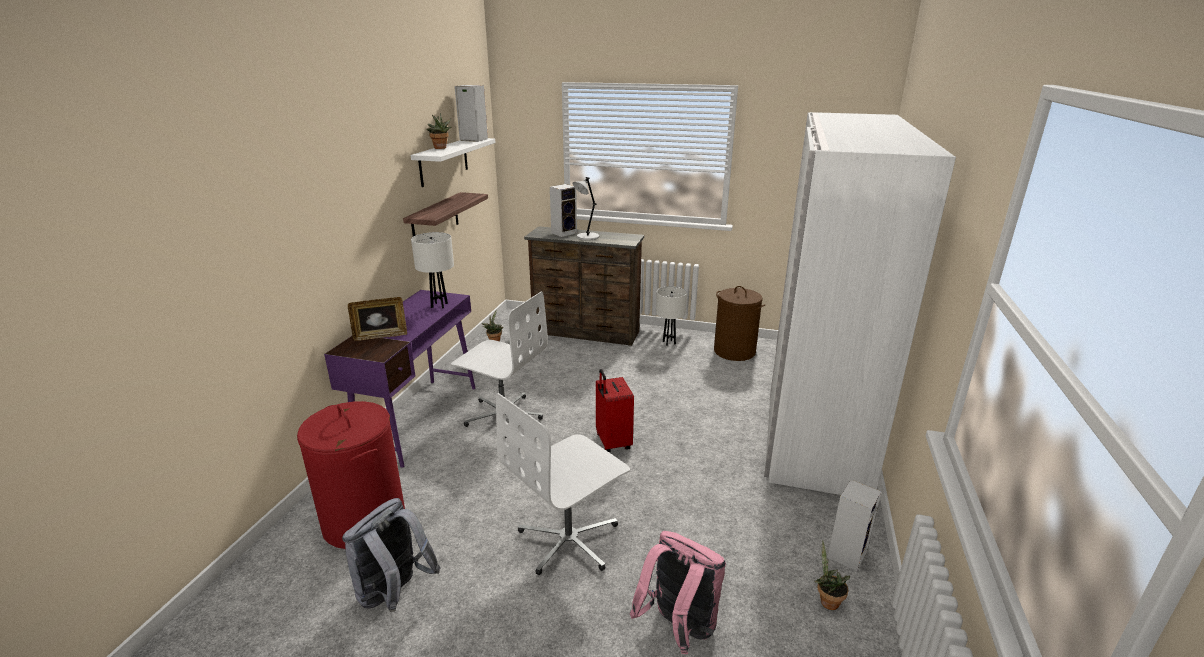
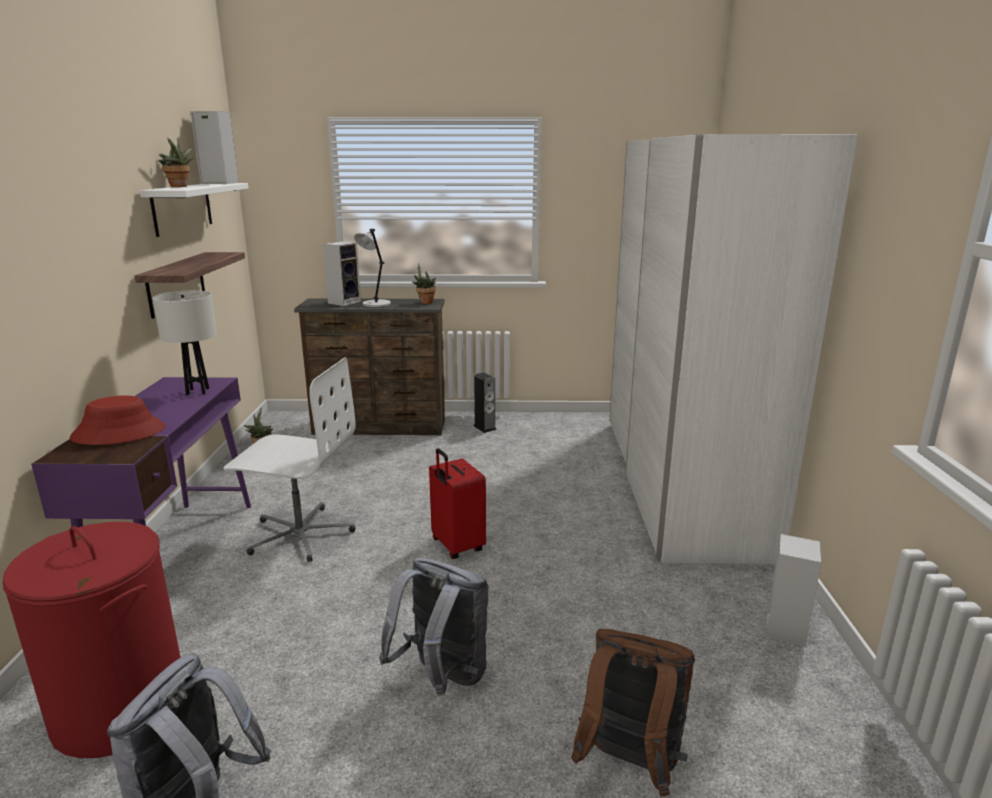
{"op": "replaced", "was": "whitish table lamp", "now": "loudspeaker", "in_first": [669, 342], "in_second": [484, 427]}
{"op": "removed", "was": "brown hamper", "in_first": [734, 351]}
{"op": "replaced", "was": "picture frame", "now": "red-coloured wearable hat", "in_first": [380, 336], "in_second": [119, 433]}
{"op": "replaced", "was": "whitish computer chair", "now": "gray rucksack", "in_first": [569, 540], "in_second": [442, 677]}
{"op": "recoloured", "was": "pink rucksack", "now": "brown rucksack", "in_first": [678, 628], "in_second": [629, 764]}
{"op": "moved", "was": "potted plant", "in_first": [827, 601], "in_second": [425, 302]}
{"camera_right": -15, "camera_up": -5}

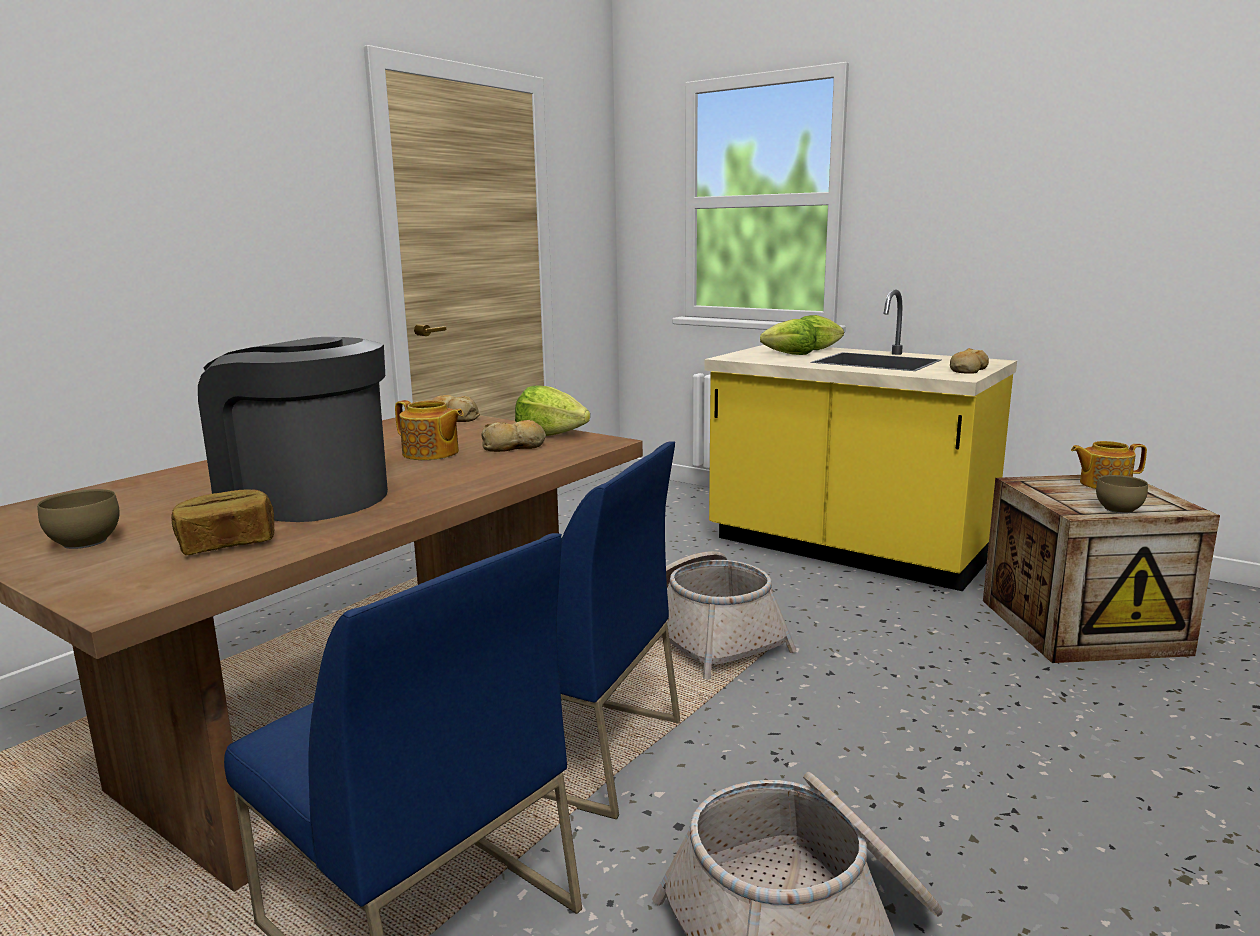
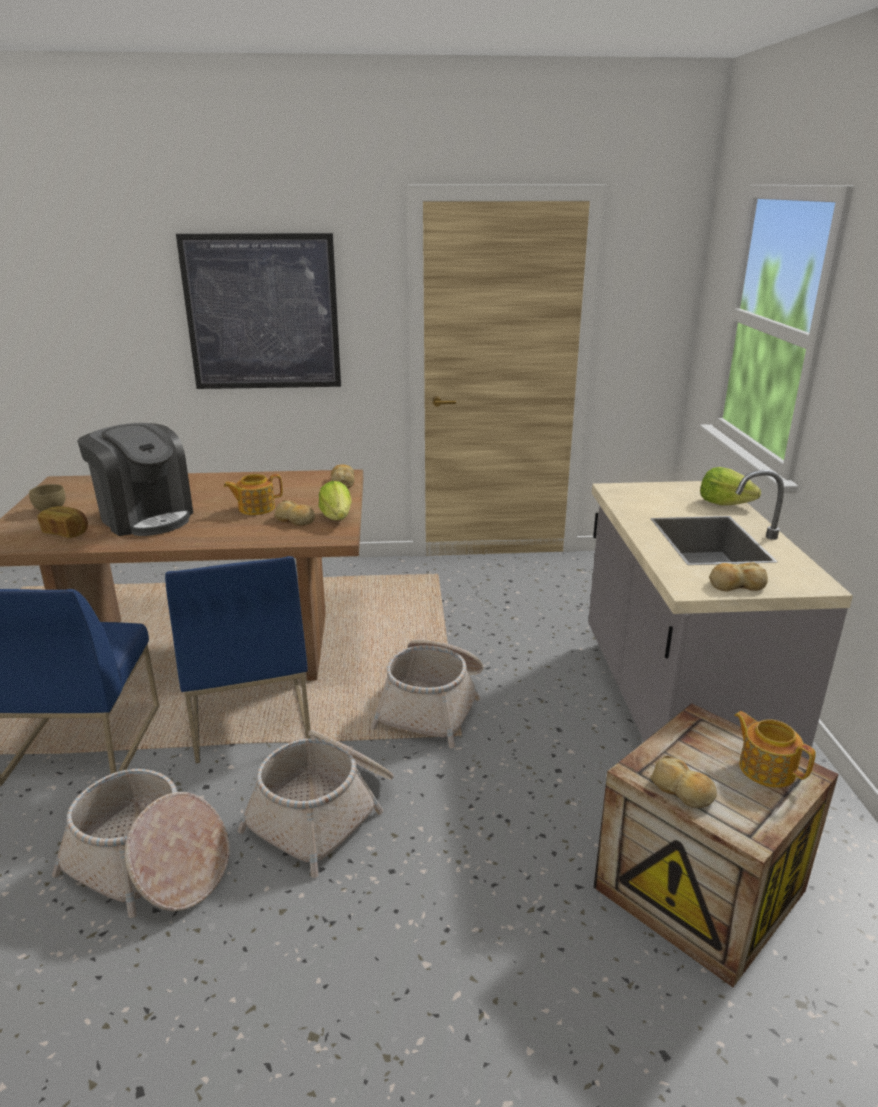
{"op": "recoloured", "was": "yellow counter", "now": "gray counter", "in_first": [846, 550], "in_second": [674, 704]}
{"op": "removed", "was": "head of lettuce", "in_first": [790, 354]}
{"op": "turned", "was": "coffee machine", "in_first": [304, 498], "in_second": [145, 517], "clockwise": 150}
{"op": "turned", "was": "tea pot", "in_first": [431, 453], "in_second": [255, 508], "clockwise": 75}
{"op": "replaced", "was": "brown deep dish", "now": "baked bread", "in_first": [1116, 509], "in_second": [682, 791]}
{"op": "added", "now": "picture", "in_second": [262, 313]}
{"op": "added", "now": "household basket", "in_second": [325, 811]}
{"camera_right": 50, "camera_up": 10}

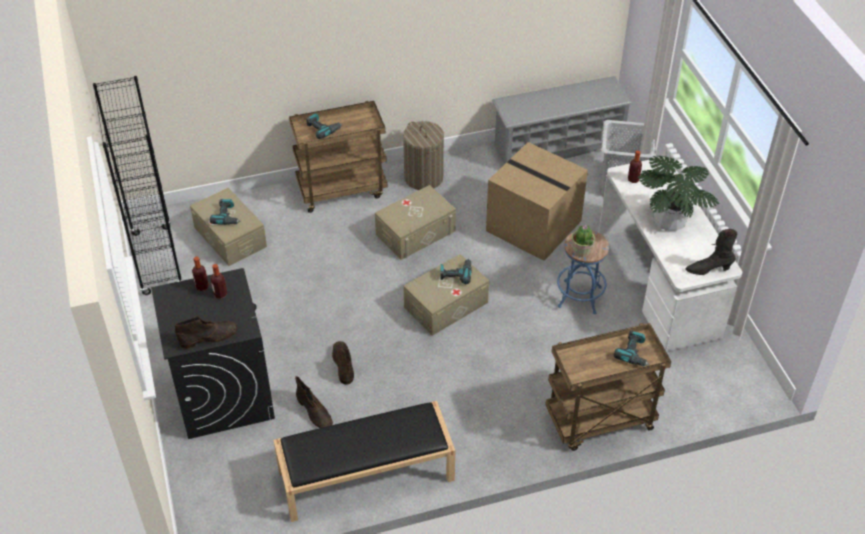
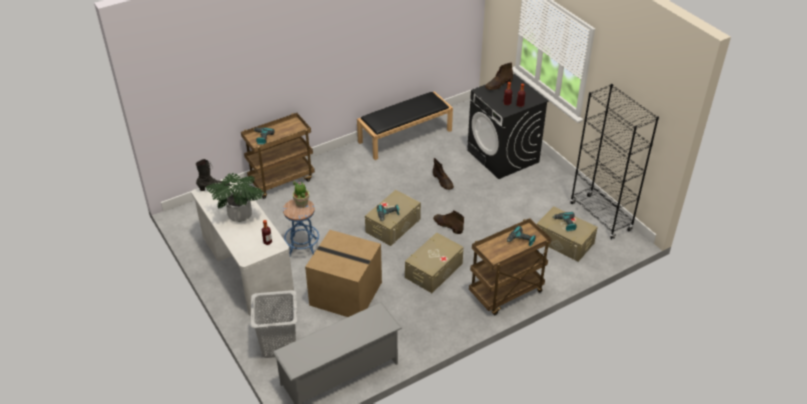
{"op": "removed", "was": "hamper", "in_first": [423, 178]}
{"op": "moved", "was": "brown tall boot", "in_first": [315, 412], "in_second": [447, 225]}
{"camera_right": 165, "camera_up": -5}

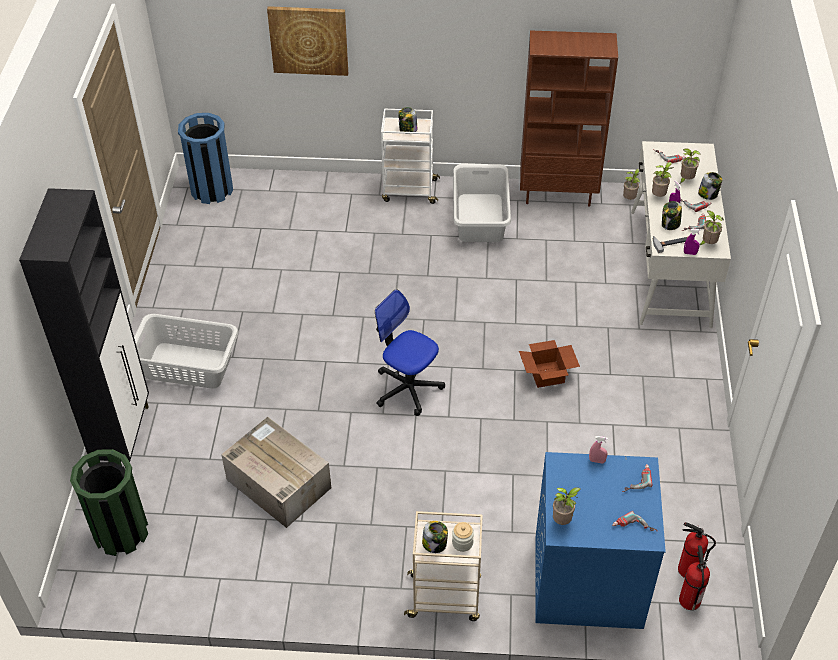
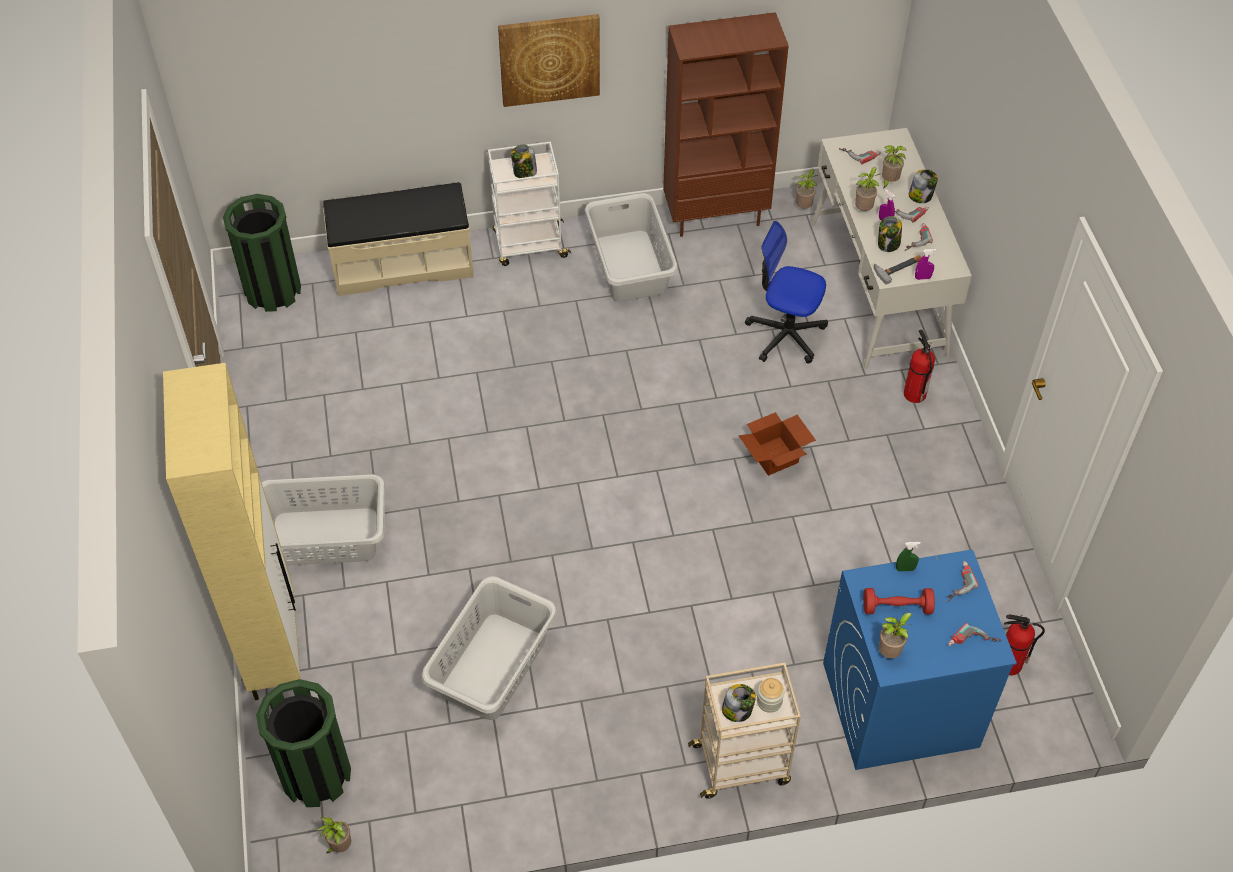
{"op": "moved", "was": "picture", "in_first": [308, 40], "in_second": [549, 59]}
{"op": "recoloured", "was": "bluish rubbish bin", "now": "green-coloured rubbish bin", "in_first": [212, 189], "in_second": [272, 290]}
{"op": "recoloured", "was": "black-coloured storage cabinet", "now": "beige storage cabinet", "in_first": [123, 436], "in_second": [274, 648]}
{"op": "moved", "was": "potted plant", "in_first": [708, 244], "in_second": [339, 846]}
{"op": "moved", "was": "computer chair", "in_first": [408, 388], "in_second": [785, 334]}
{"op": "replaced", "was": "cardboard box", "now": "gray hamper", "in_first": [277, 483], "in_second": [491, 666]}
{"op": "recoloured", "was": "pink sprayer", "now": "green-coloured sprayer", "in_first": [597, 461], "in_second": [905, 569]}
{"op": "moved", "was": "fire extinguisher", "in_first": [689, 599], "in_second": [914, 393]}
{"op": "added", "now": "beige long seat", "in_second": [402, 264]}
{"op": "added", "now": "red-coloured free weight", "in_second": [896, 607]}
{"camera_right": -15, "camera_up": 5}

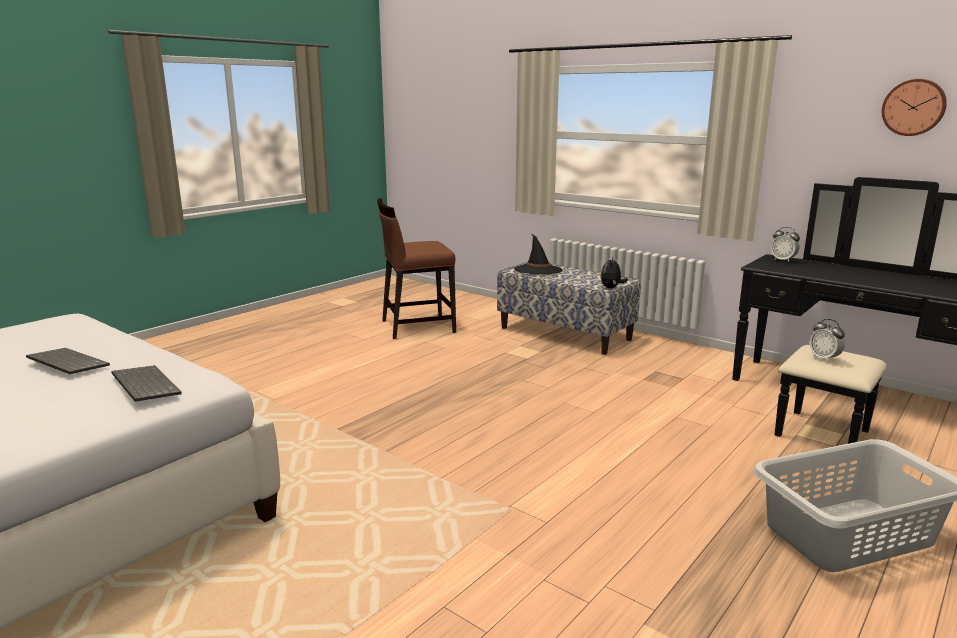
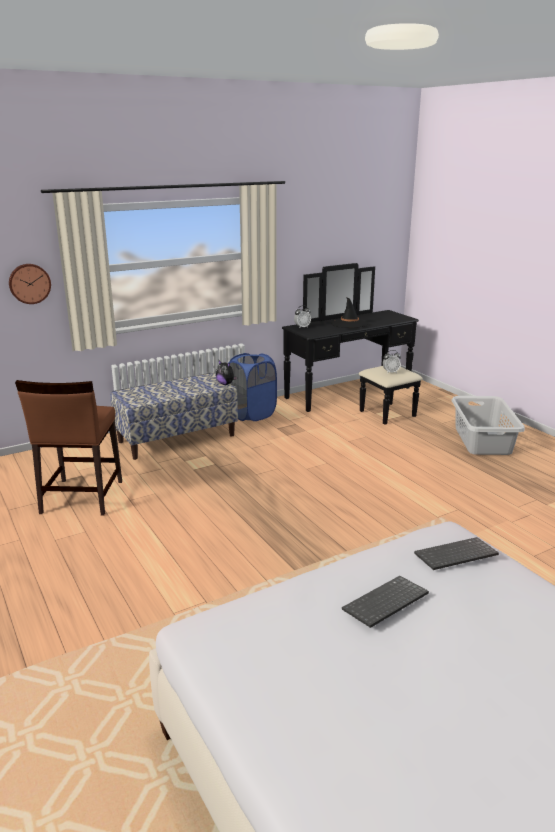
{"op": "moved", "was": "wall clock", "in_first": [913, 107], "in_second": [29, 283]}
{"op": "moved", "was": "black-coloured wearable hat", "in_first": [538, 270], "in_second": [349, 324]}
{"op": "added", "now": "bluish hamper", "in_second": [252, 414]}
{"camera_right": -70, "camera_up": 5}

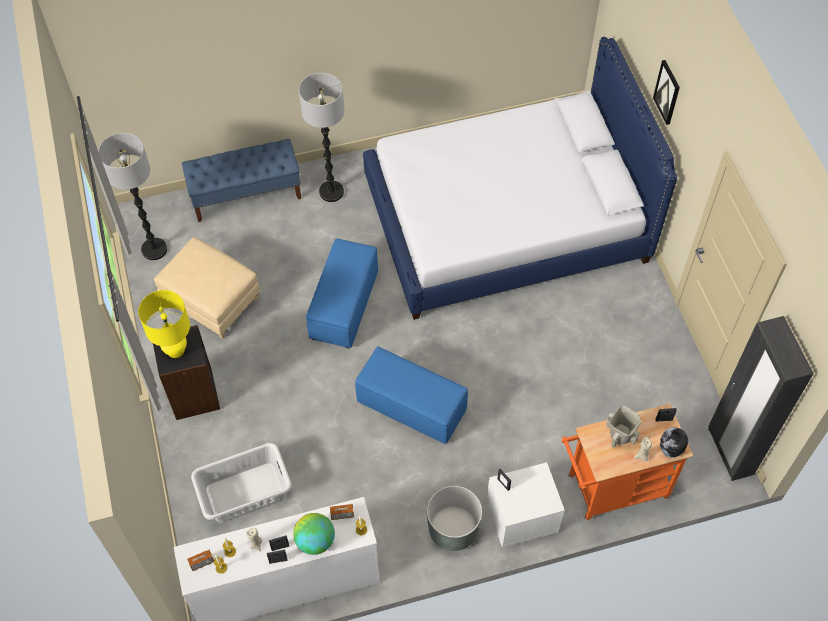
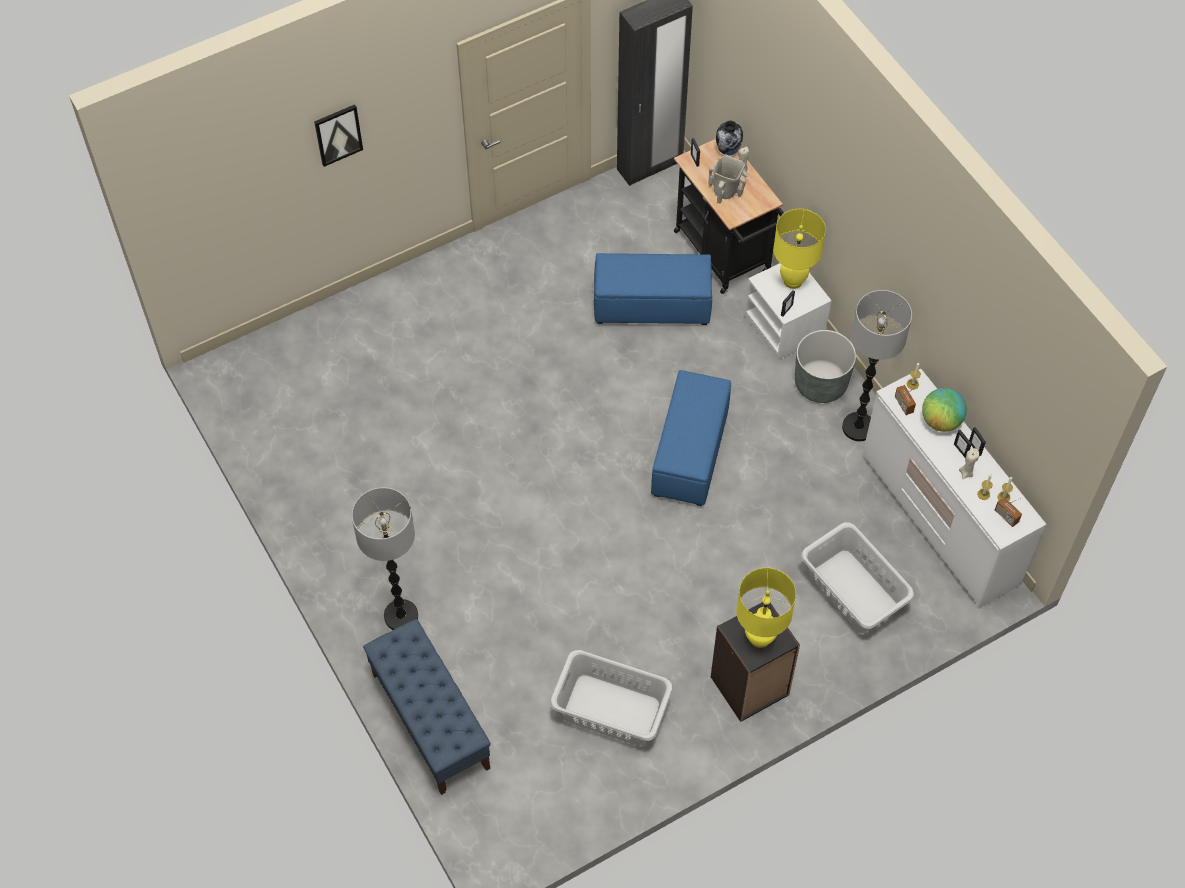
{"op": "removed", "was": "bedroom bed", "in_first": [506, 221]}
{"op": "moved", "was": "standing lamp", "in_first": [154, 249], "in_second": [858, 427]}
{"op": "replaced", "was": "beige footrest", "now": "gray hamper", "in_first": [210, 301], "in_second": [611, 711]}
{"op": "moved", "was": "bluish footrest", "in_first": [344, 305], "in_second": [651, 305]}
{"op": "recoloured", "was": "orange trolley", "now": "black-coloured trolley", "in_first": [611, 489], "in_second": [726, 256]}
{"op": "added", "now": "yellow table lamp", "in_second": [793, 281]}
{"camera_right": -105, "camera_up": 0}

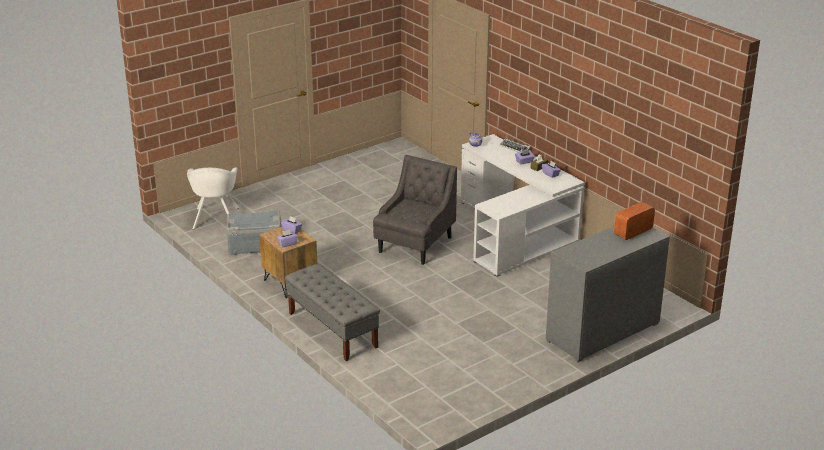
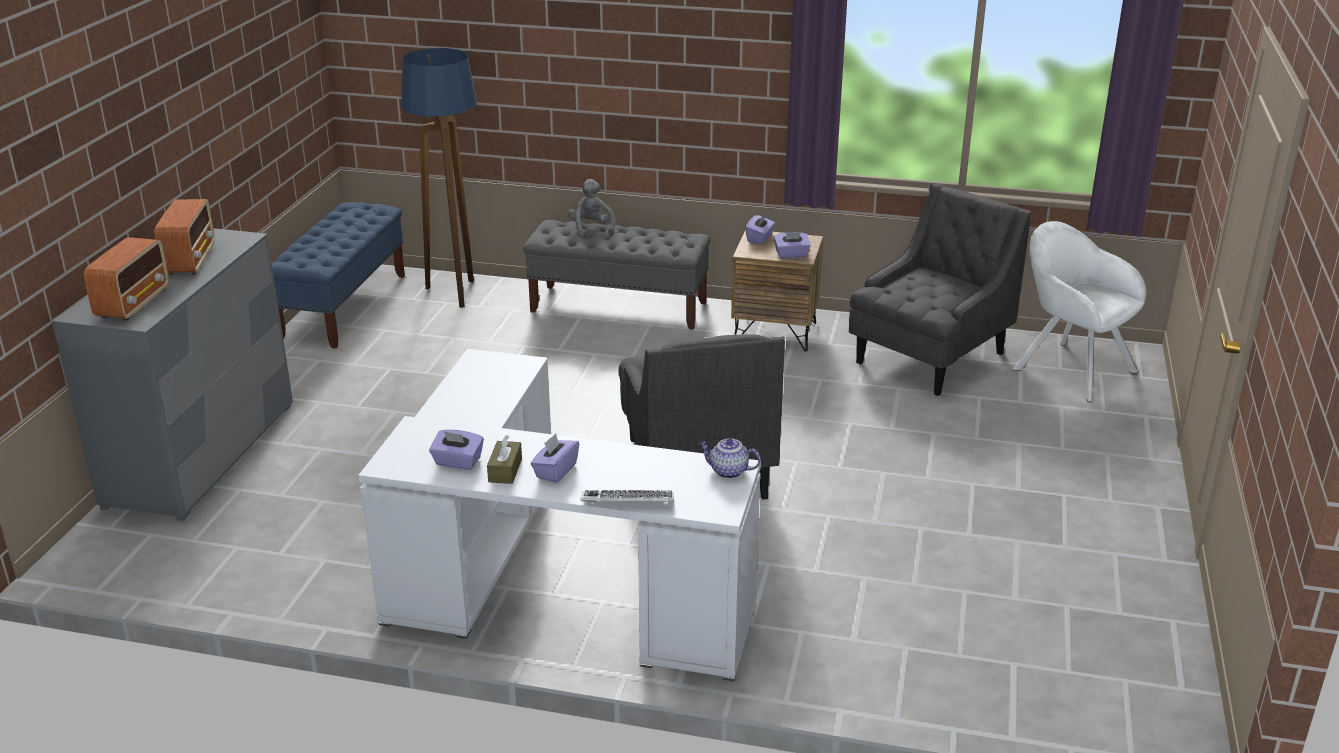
{"op": "replaced", "was": "gray storage box", "now": "gray armchair", "in_first": [255, 245], "in_second": [929, 359]}
{"op": "added", "now": "standing lamp", "in_second": [455, 294]}
{"op": "added", "now": "gray cuddly toy", "in_second": [591, 229]}
{"op": "added", "now": "radio receiver", "in_second": [190, 260]}
{"op": "added", "now": "bluish long seat", "in_second": [343, 307]}
{"camera_right": 140, "camera_up": 0}

